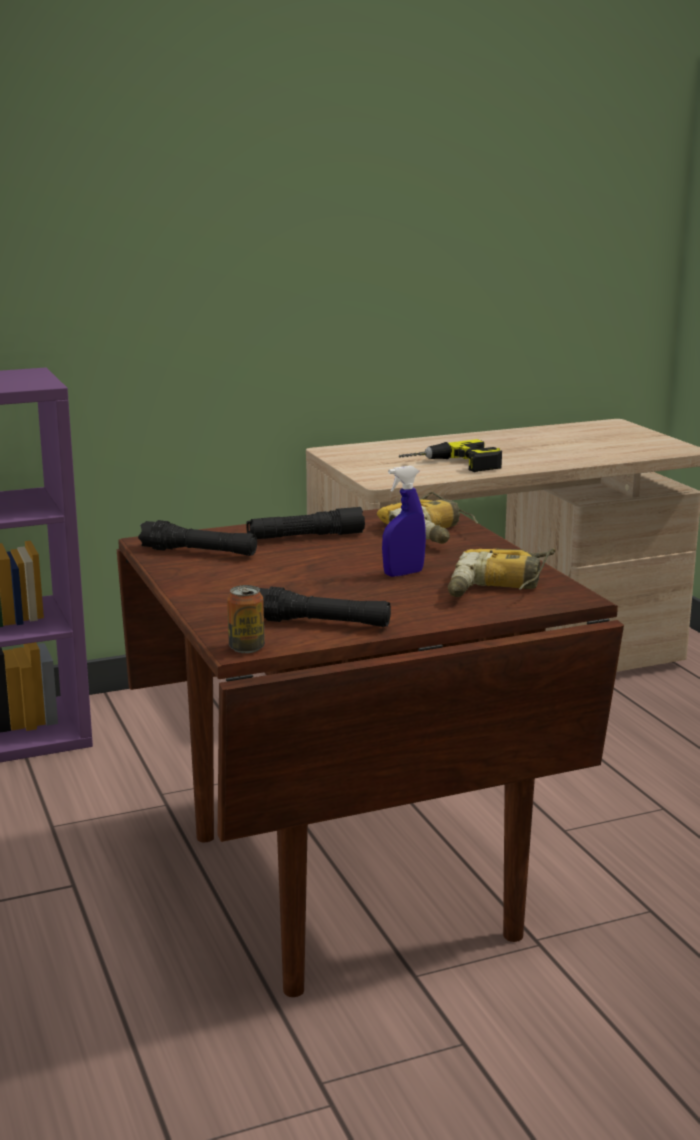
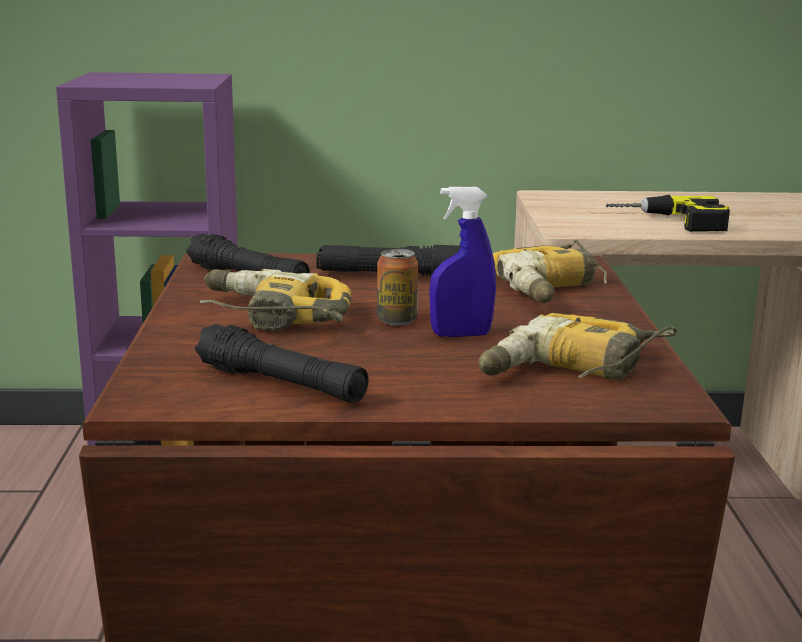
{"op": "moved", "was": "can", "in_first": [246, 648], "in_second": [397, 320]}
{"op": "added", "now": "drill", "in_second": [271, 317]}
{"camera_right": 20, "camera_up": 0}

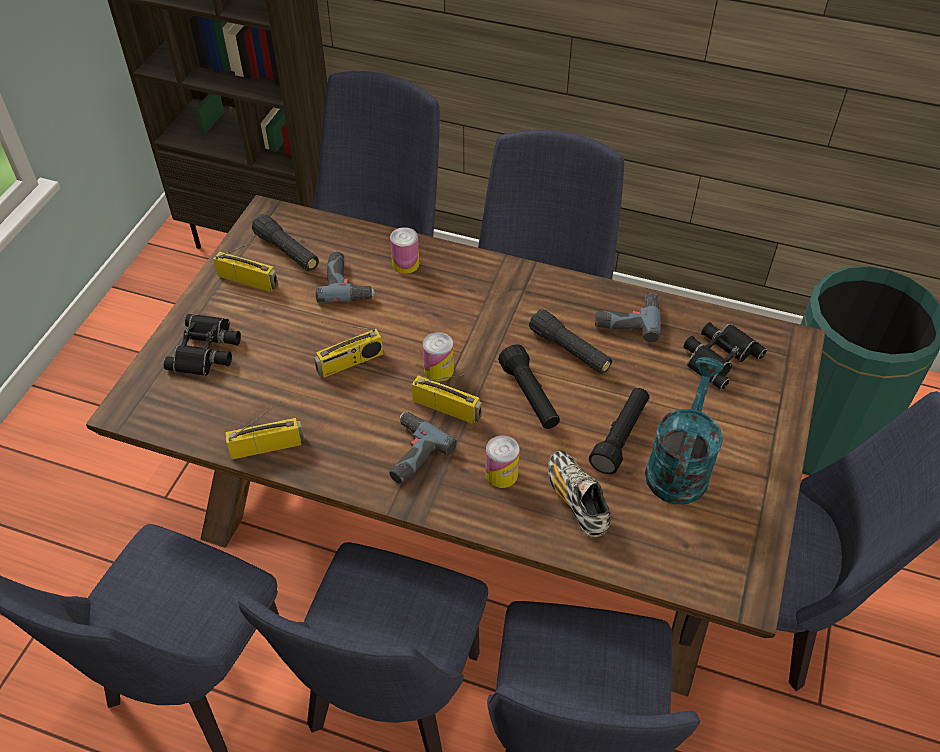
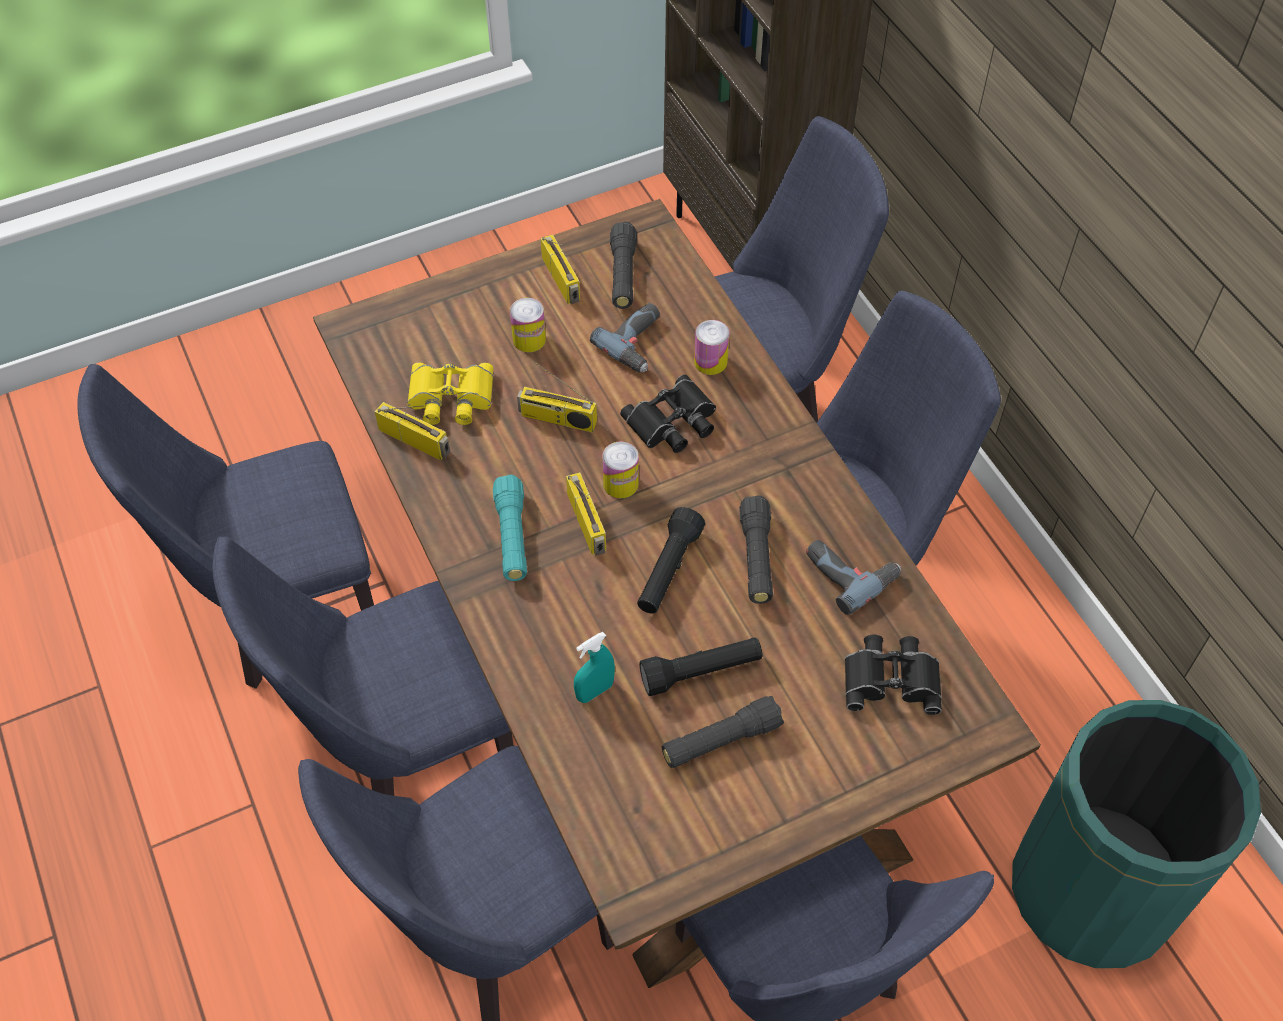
{"op": "moved", "was": "black-coloured pair of binoculars", "in_first": [207, 350], "in_second": [673, 422]}
{"op": "replaced", "was": "turquoise-coloured watering can", "now": "black-coloured hand torch", "in_first": [679, 464], "in_second": [721, 740]}
{"op": "replaced", "was": "drill", "now": "turquoise-coloured hand torch", "in_first": [409, 453], "in_second": [512, 536]}
{"op": "moved", "was": "can", "in_first": [501, 474], "in_second": [529, 339]}
{"op": "replaced", "was": "low shoe", "now": "turquoise-coloured sprayer", "in_first": [576, 500], "in_second": [595, 691]}
{"op": "added", "now": "yellow pair of binoculars", "in_second": [450, 399]}
{"camera_right": 45, "camera_up": 5}

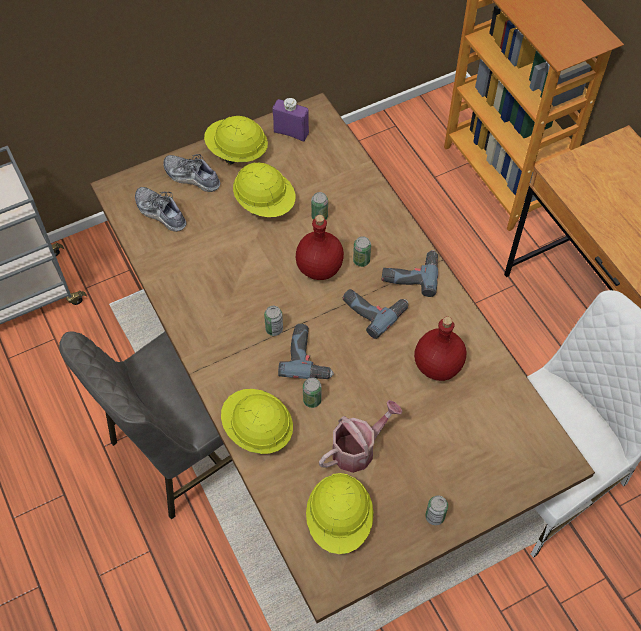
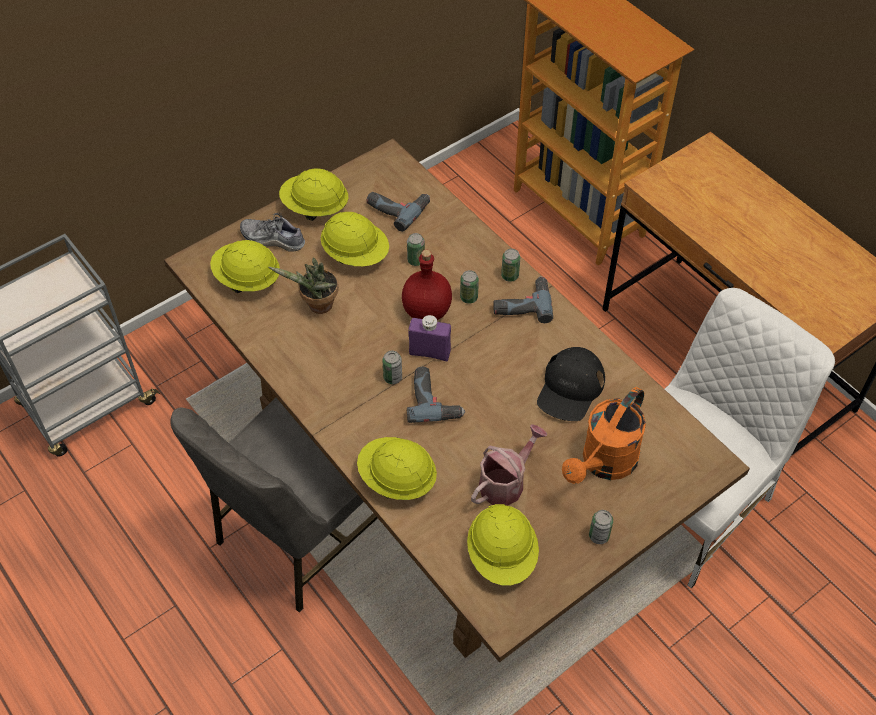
{"op": "moved", "was": "purplish drink bottle", "in_first": [291, 132], "in_second": [429, 352]}
{"op": "replaced", "was": "low shoe", "now": "yellow work helmet", "in_first": [160, 213], "in_second": [247, 279]}
{"op": "moved", "was": "drill", "in_first": [373, 308], "in_second": [397, 207]}
{"op": "replaced", "was": "red-coloured drink bottle", "now": "black-coloured peaked cap", "in_first": [438, 365], "in_second": [570, 388]}
{"op": "moved", "was": "can", "in_first": [312, 400], "in_second": [510, 276]}
{"op": "added", "now": "potted plant", "in_second": [317, 307]}
{"op": "added", "now": "orange watering can", "in_second": [604, 464]}
{"camera_right": -10, "camera_up": -5}

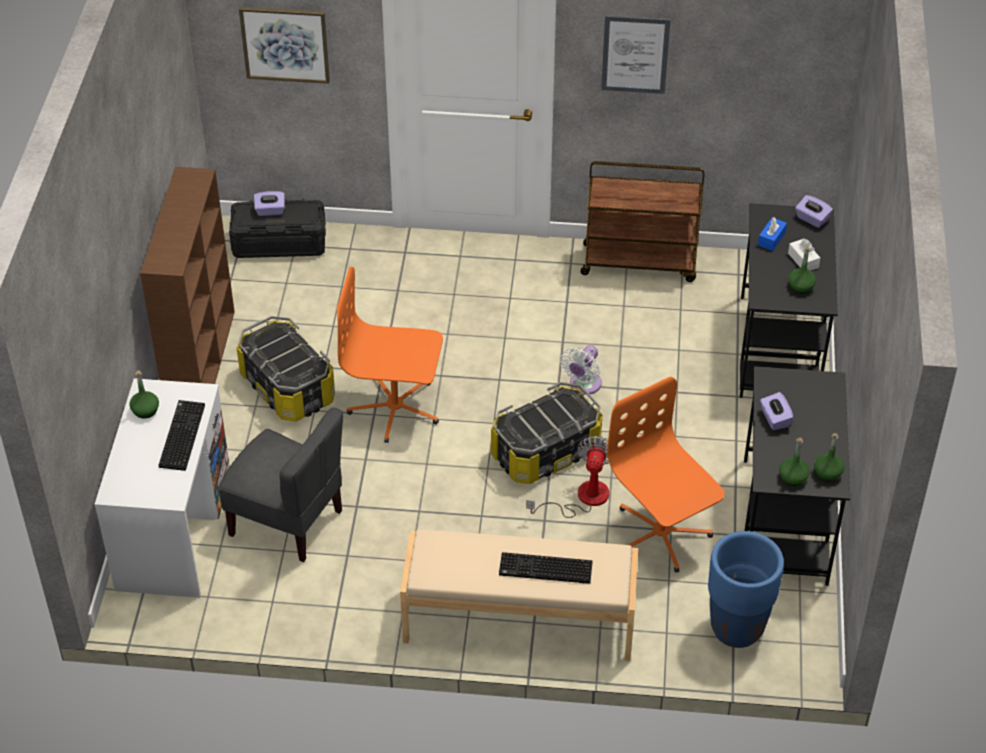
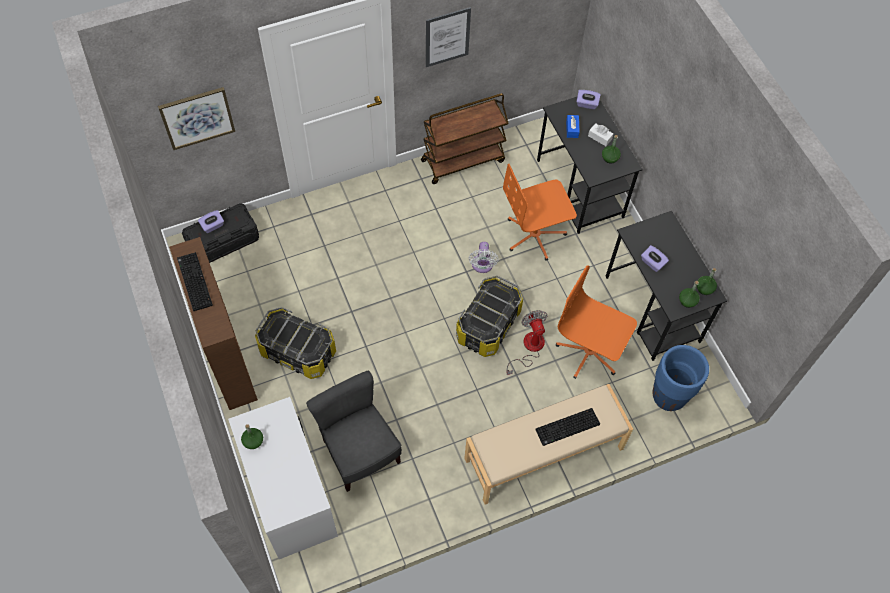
{"op": "moved", "was": "orange computer chair", "in_first": [395, 408], "in_second": [535, 235]}
{"op": "moved", "was": "keyboard", "in_first": [181, 435], "in_second": [193, 281]}
{"op": "turned", "was": "gray upright chair", "in_first": [287, 522], "in_second": [359, 452], "clockwise": -120}
{"camera_right": -30, "camera_up": 15}

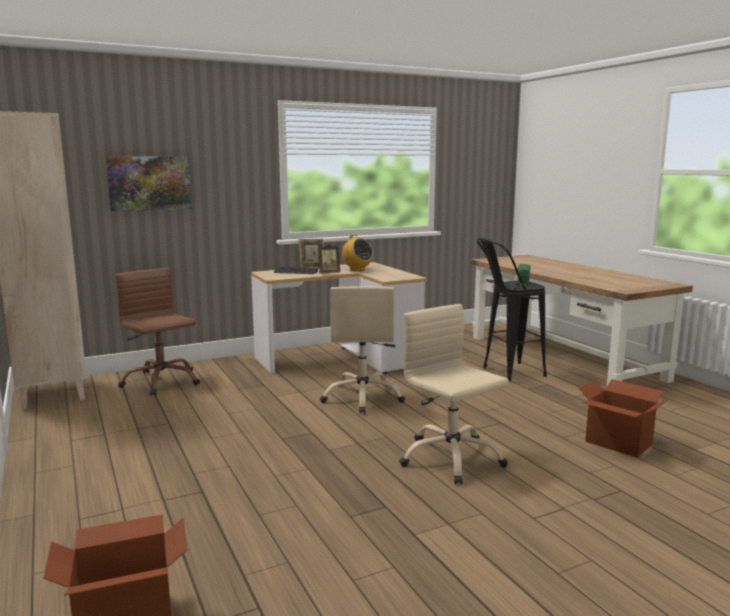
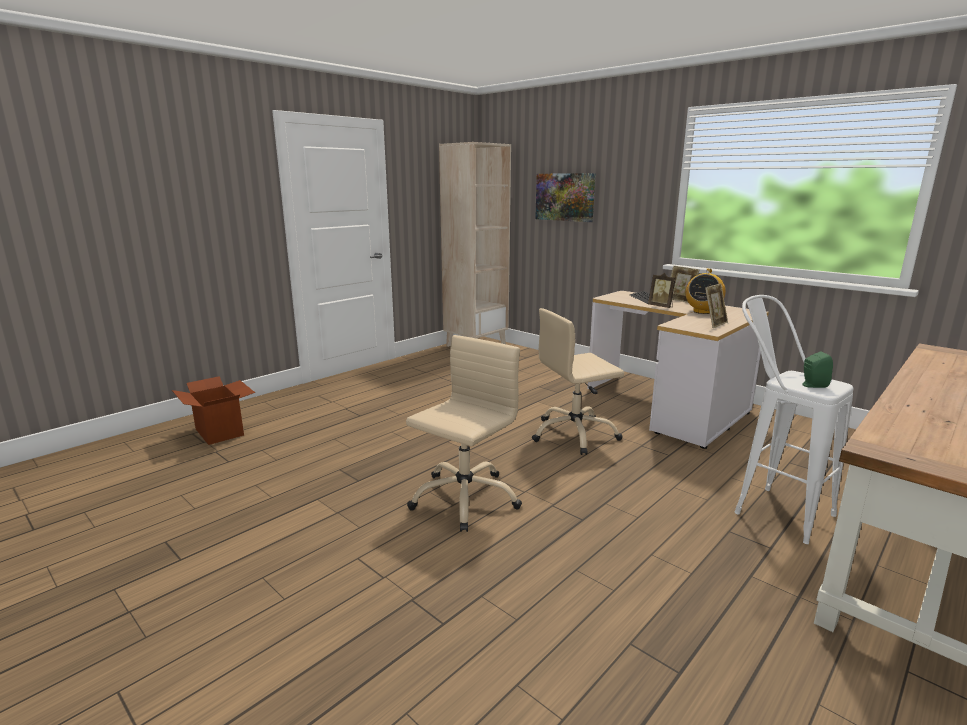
{"op": "recoloured", "was": "black-coloured sitting stool", "now": "whitish sitting stool", "in_first": [505, 373], "in_second": [769, 508]}
{"op": "removed", "was": "brown computer chair", "in_first": [161, 382]}
{"op": "removed", "was": "cardboard box", "in_first": [618, 443]}
{"op": "added", "now": "picture frame", "in_second": [714, 324]}
{"camera_right": 70, "camera_up": 5}

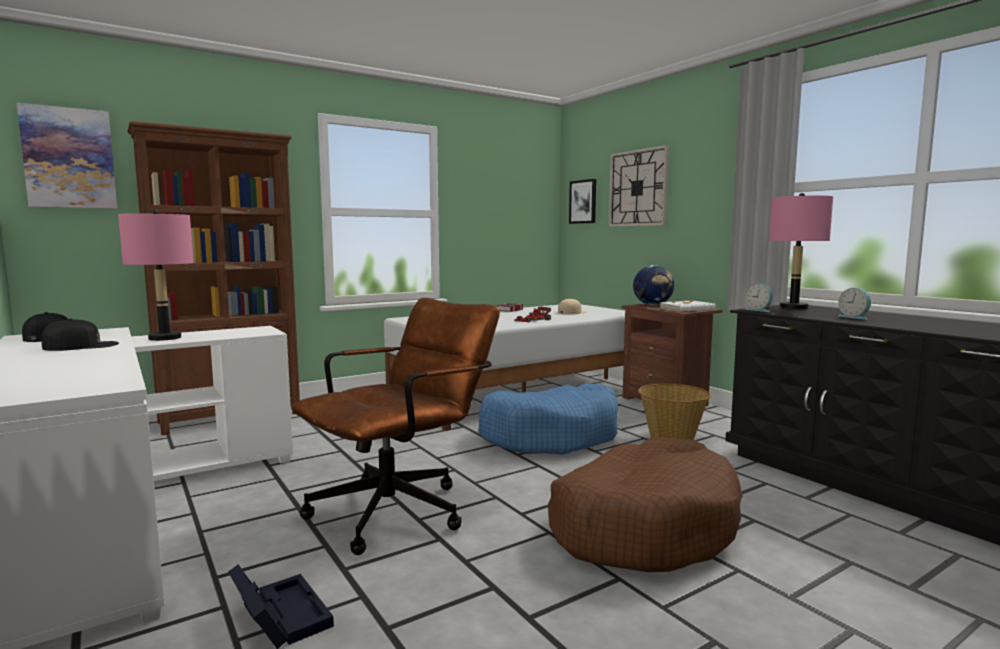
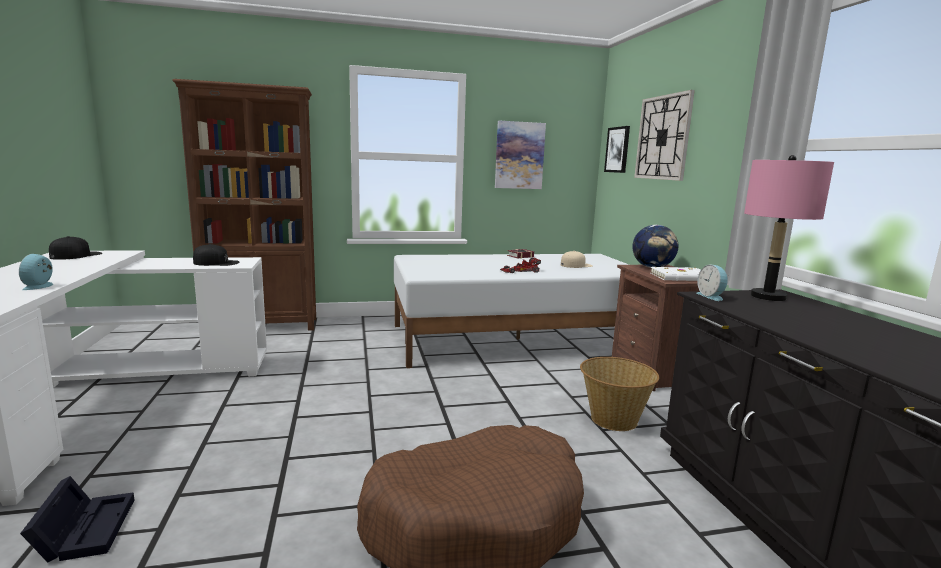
{"op": "moved", "was": "picture", "in_first": [69, 158], "in_second": [519, 155]}
{"op": "removed", "was": "pink table lamp", "in_first": [165, 338]}
{"op": "moved", "was": "bedside clock", "in_first": [855, 317], "in_second": [41, 286]}
{"op": "removed", "was": "brown computer chair", "in_first": [401, 508]}
{"op": "moved", "was": "black-coloured peaked cap", "in_first": [81, 346], "in_second": [216, 262]}
{"op": "removed", "was": "bluish dog cushion", "in_first": [551, 436]}
{"camera_right": 20, "camera_up": 5}

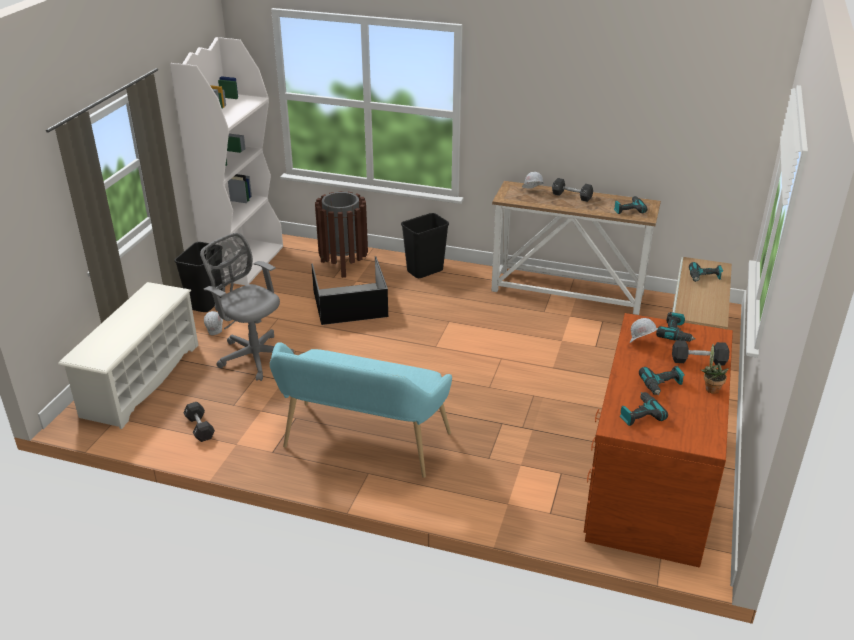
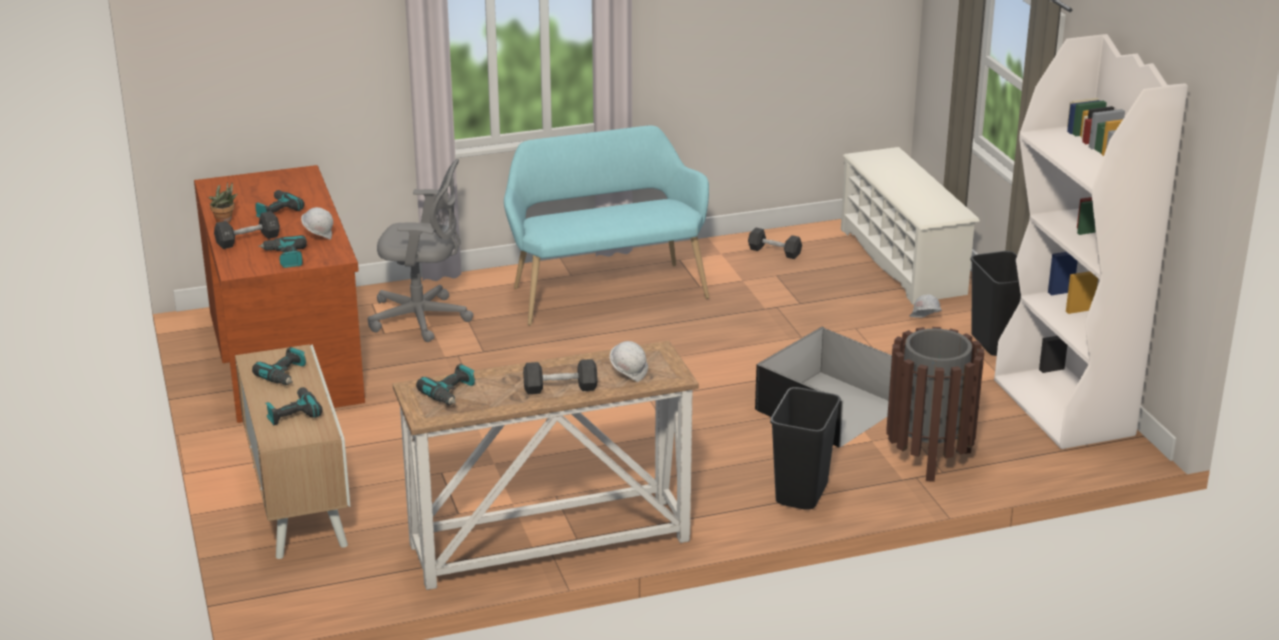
{"op": "moved", "was": "gray computer chair", "in_first": [253, 355], "in_second": [423, 318]}
{"op": "moved", "was": "drill", "in_first": [639, 414], "in_second": [285, 375]}
{"camera_right": 145, "camera_up": -5}

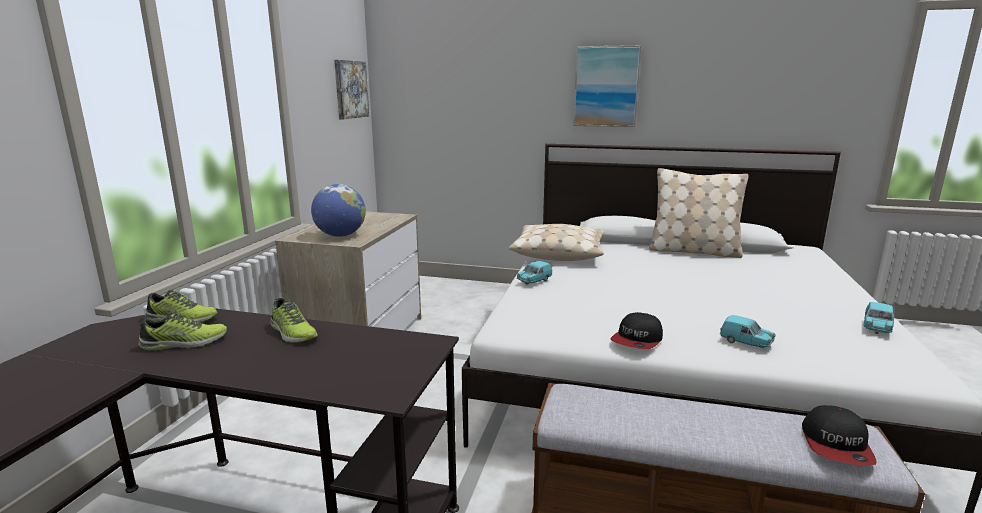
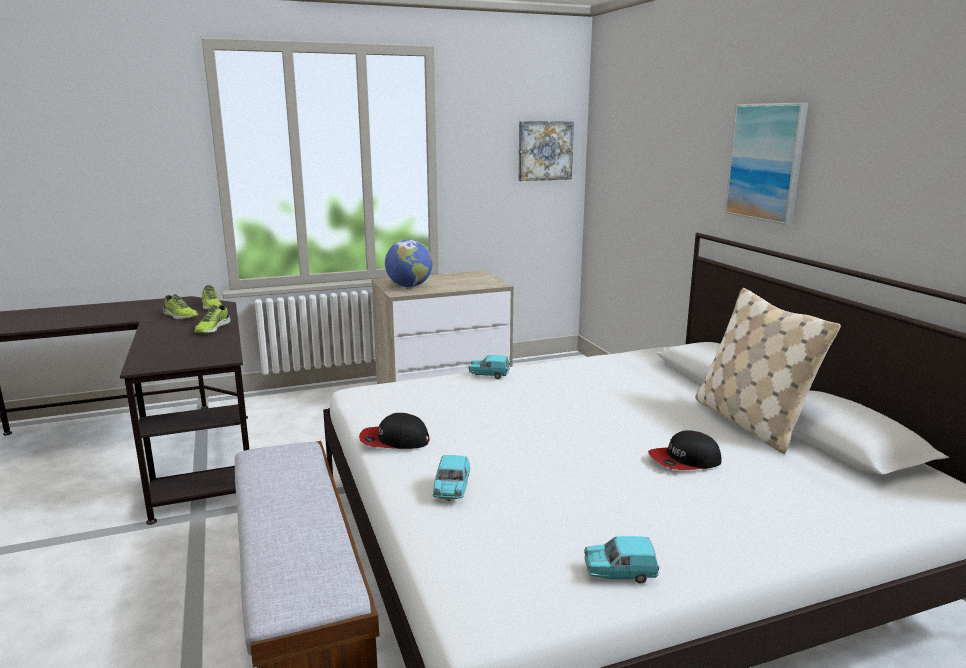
{"op": "removed", "was": "beige pillow", "in_first": [558, 253]}
{"op": "moved", "was": "peaked cap", "in_first": [836, 445], "in_second": [684, 461]}
{"camera_right": 55, "camera_up": 0}

